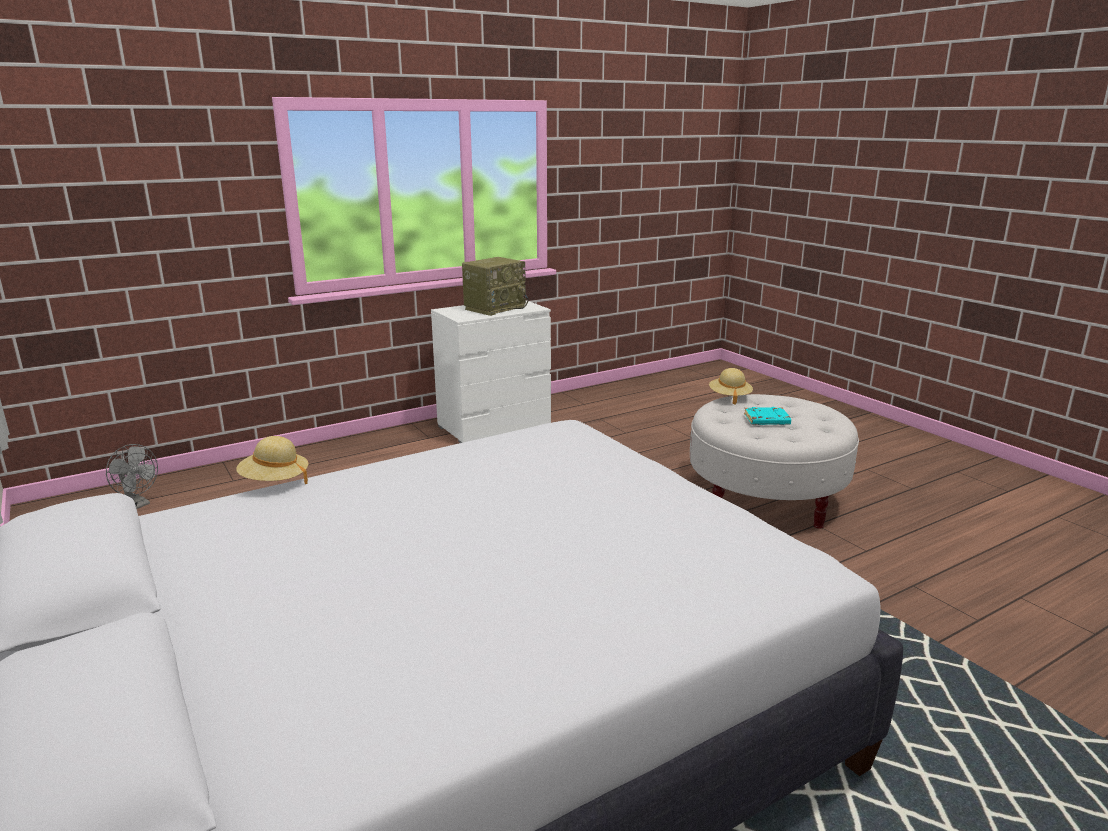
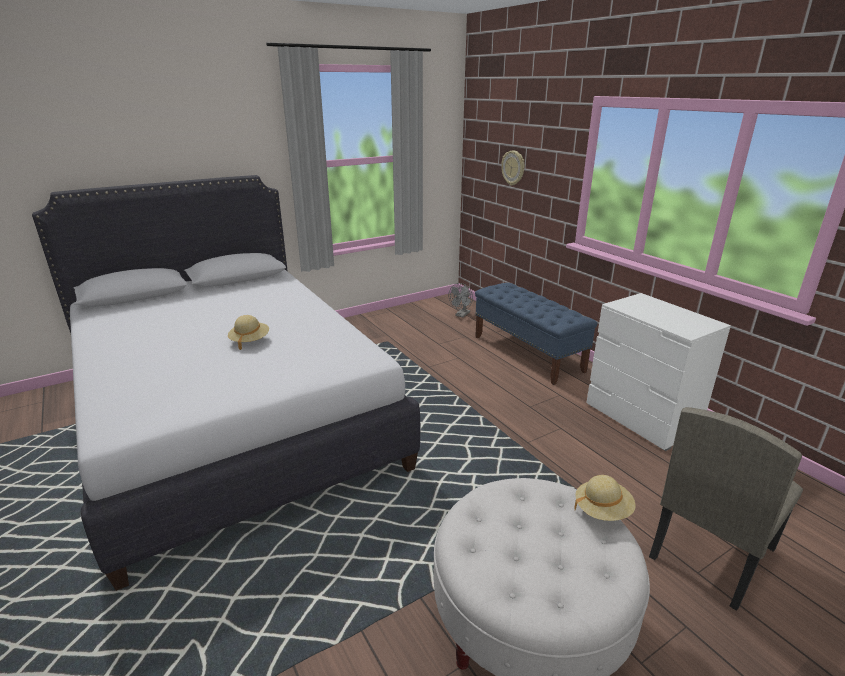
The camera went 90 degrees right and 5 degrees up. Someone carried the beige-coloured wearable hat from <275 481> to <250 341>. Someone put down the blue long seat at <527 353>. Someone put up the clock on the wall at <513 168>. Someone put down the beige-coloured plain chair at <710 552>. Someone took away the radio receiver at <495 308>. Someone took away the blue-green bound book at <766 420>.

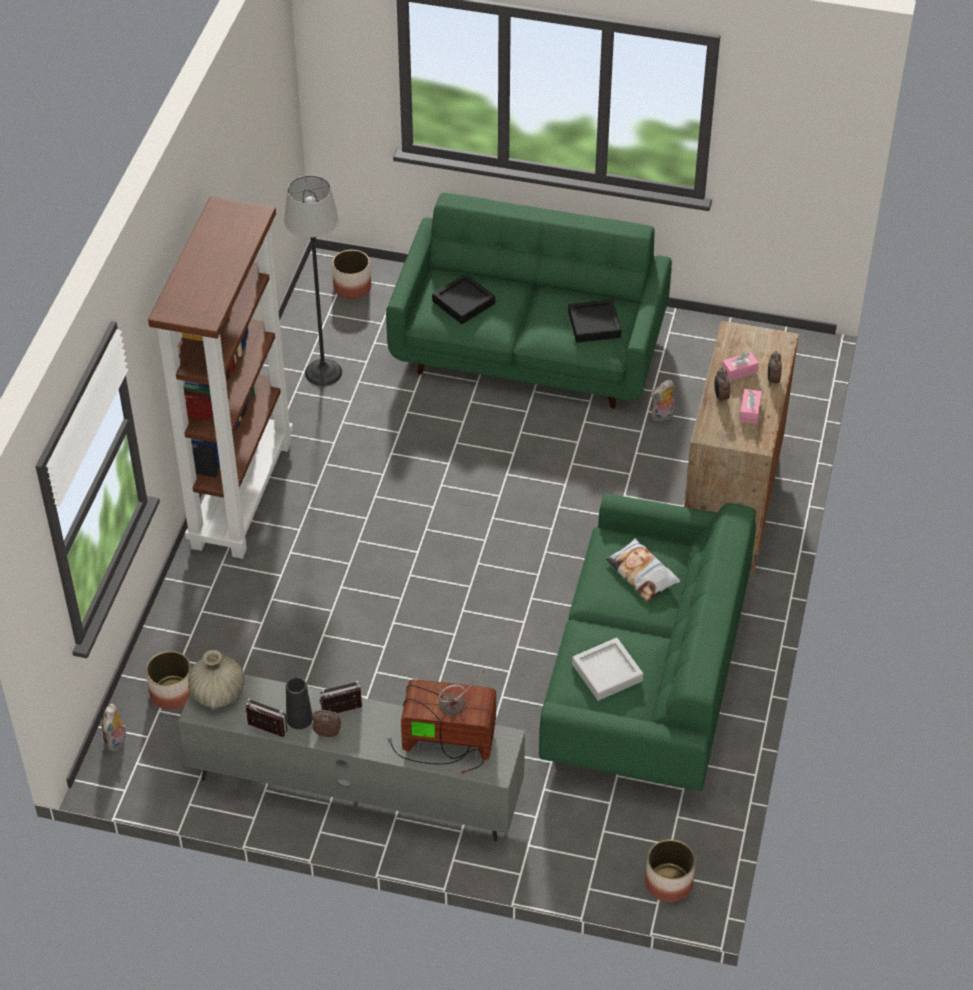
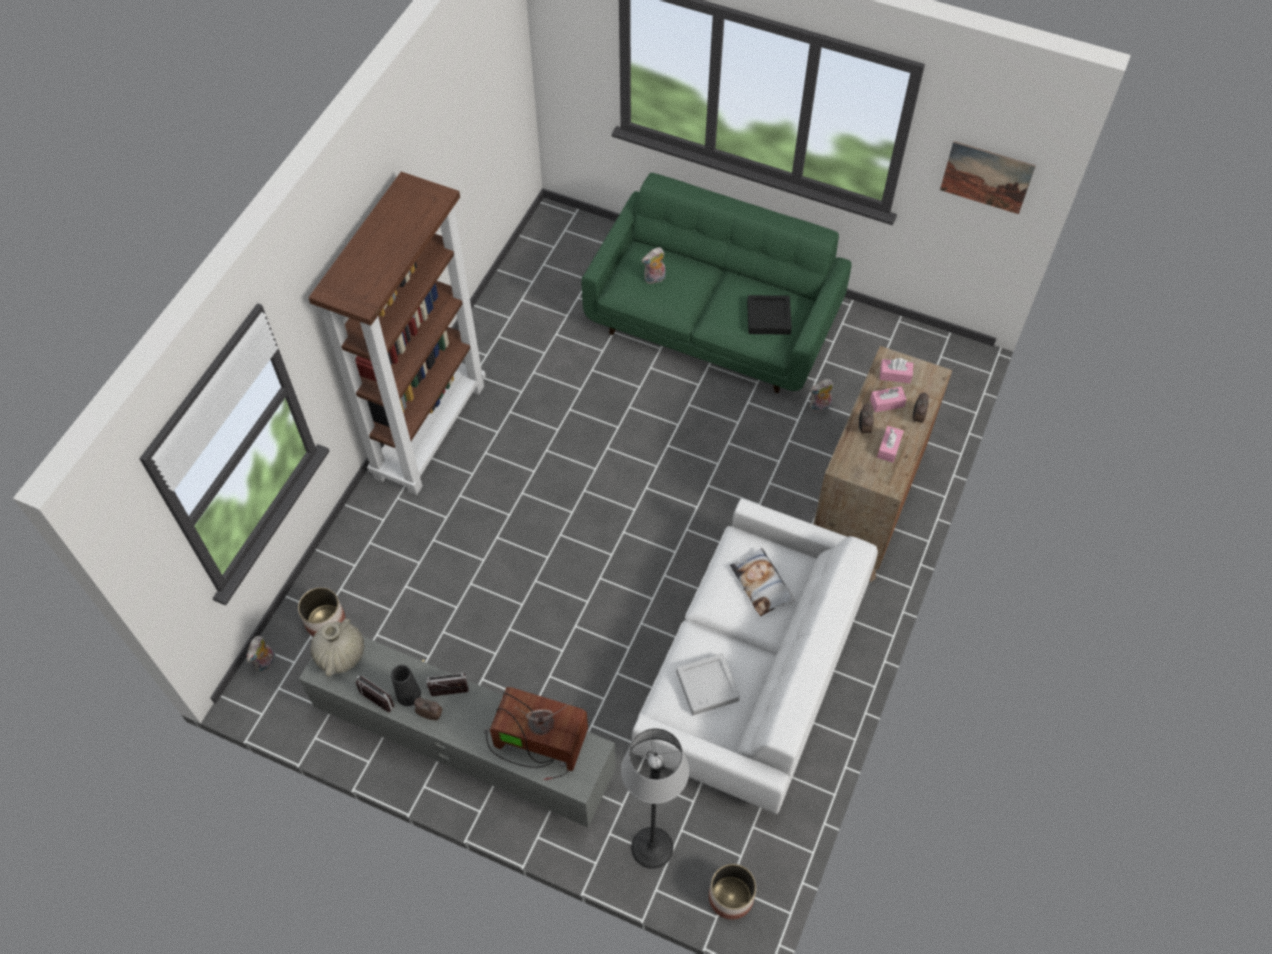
The camera went 10 degrees right and 10 degrees up. Someone carried the floor lamp from <323 372> to <652 847>. Someone repainted the green sofa at <645 679>, which became the white sofa at <751 676>. Someone swapped the black-coloured tray at <463 302> for the soft toy at <654 279>. Someone put down the pinkish tissue box at <895 375>. Someone put up the picture at <986 177>. Someone took away the plant pot at <352 287>.

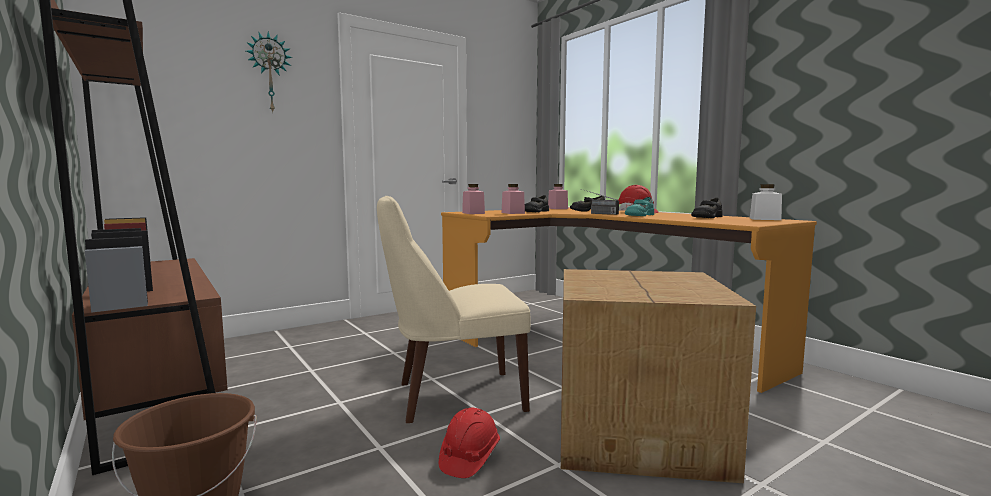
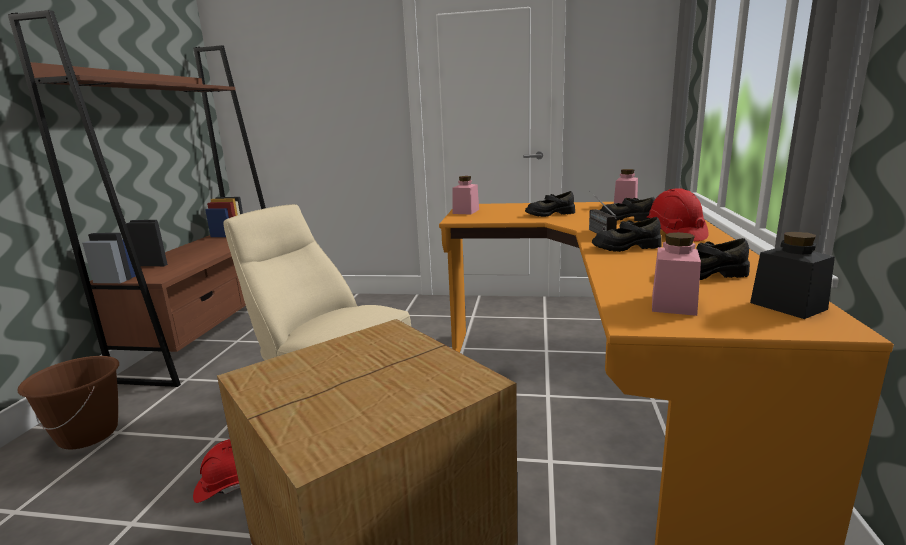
The camera went 45 degrees right and 10 degrees up. Someone repainted the blue-green shoe at <639 215>, which became the black-coloured shoe at <625 247>. Someone carried the pinkish preserve jar from <513 213> to <673 304>. Someone repainted the white preserve jar at <765 219>, which became the black-coloured preserve jar at <788 306>. Someone took away the clock on the wall at <269 73>.

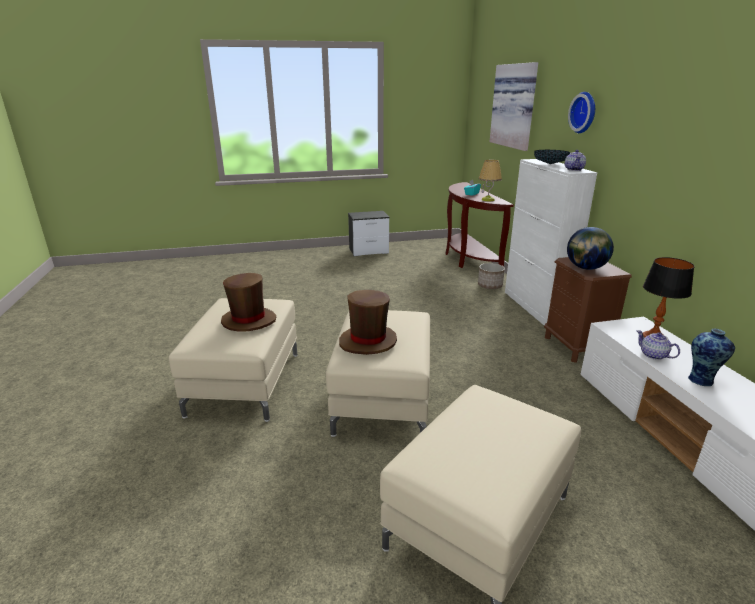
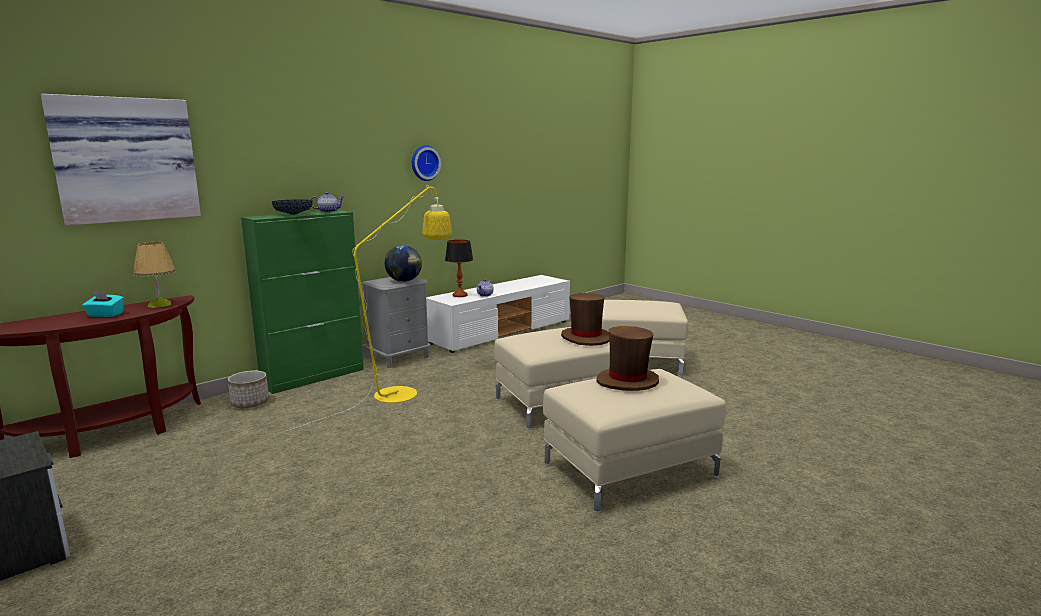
The camera went 120 degrees left and 10 degrees down. Someone repainted the white storage cabinet at <535 307>, which became the green storage cabinet at <314 377>. Someone put down the yellow floor lamp at <405 391>. Someone repainted the brown night table at <575 347>, which became the greyish night table at <400 358>. Someone carried the clock on the wall from <584 112> to <424 163>. Someone took away the vase at <702 380>.

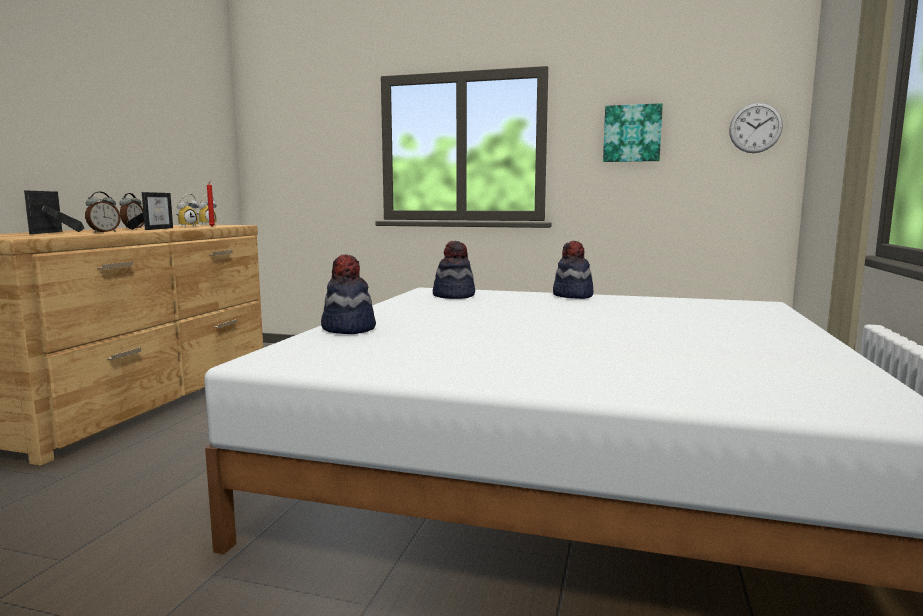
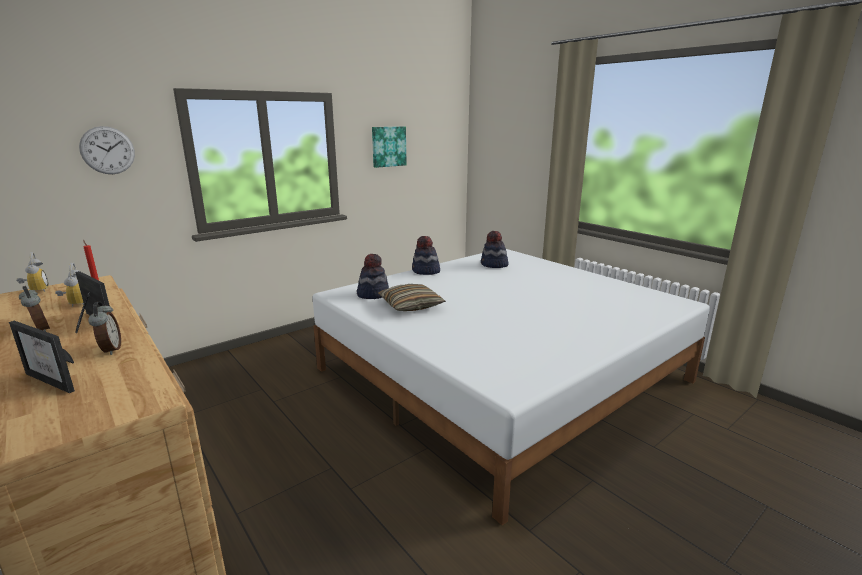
The camera went 55 degrees left and 10 degrees up. Someone carried the clock on the wall from <755 128> to <107 150>. Someone put down the pillow at <411 305>. Someone carried the wearable hat from <348 329> to <494 265>.

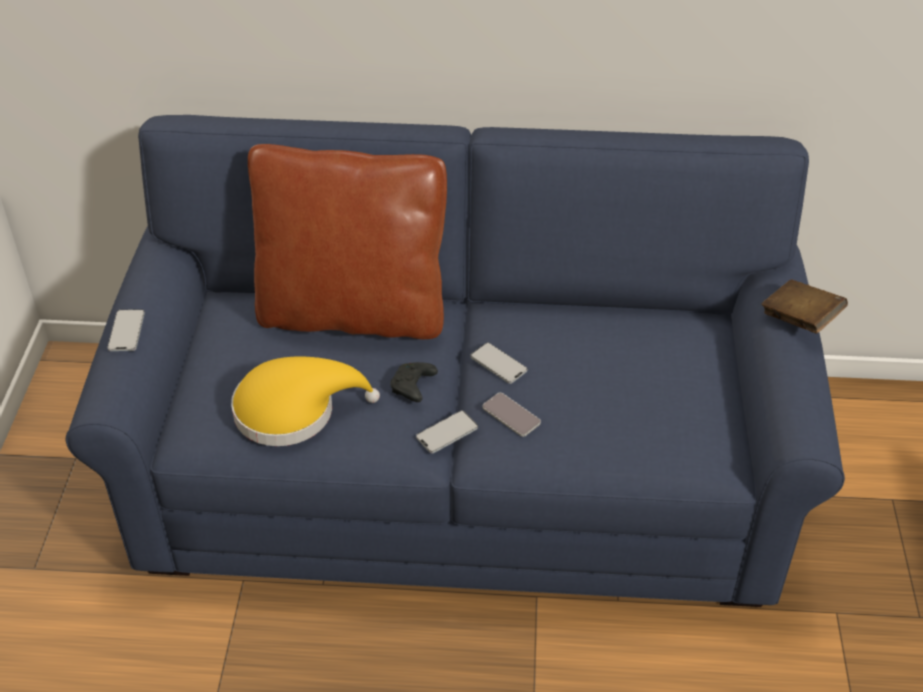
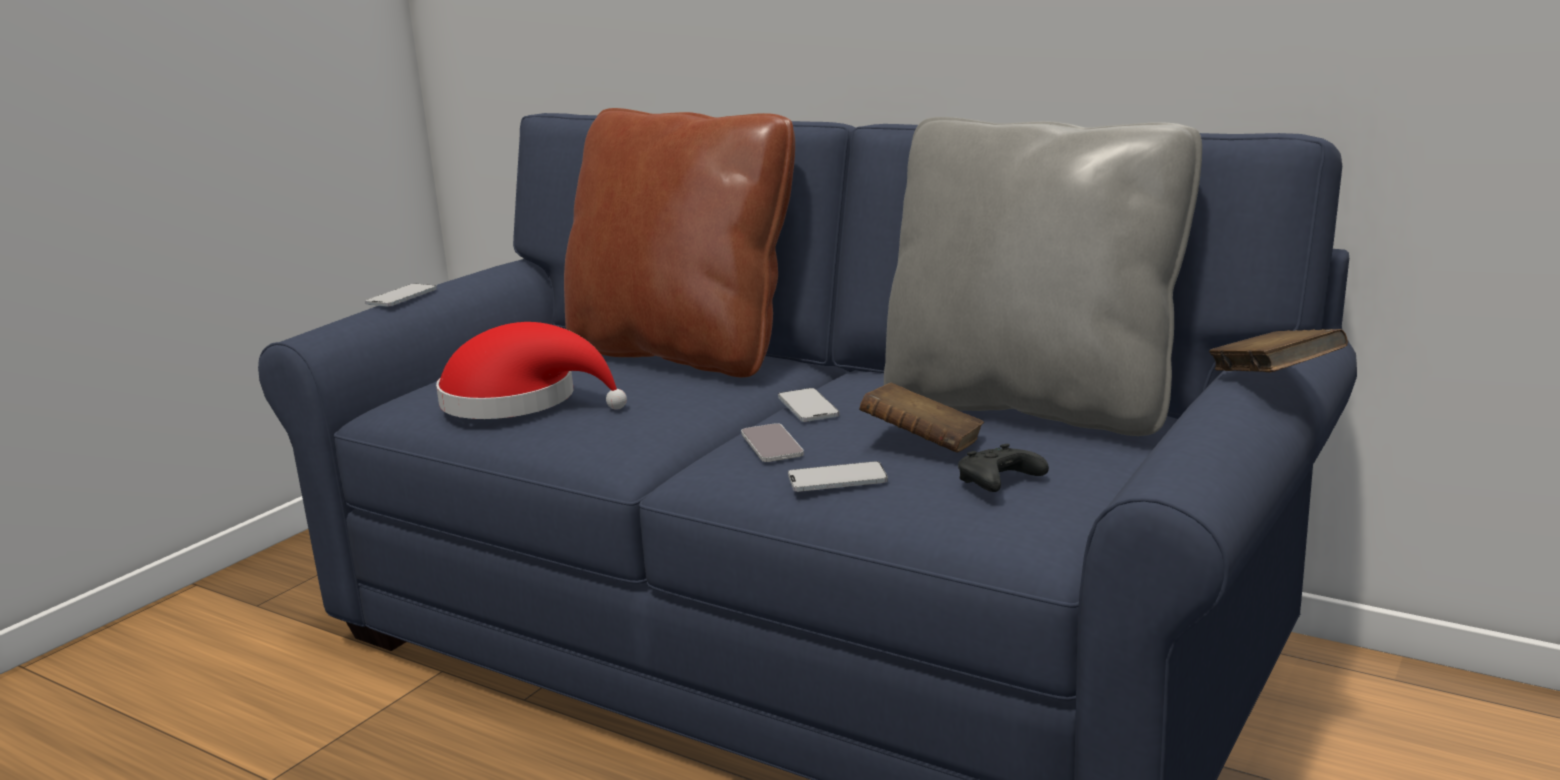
The camera went 30 degrees right and 25 degrees down. Someone repainted the yellow wearable hat at <293 410>, which became the reddish wearable hat at <520 402>. Someone carried the telephone from <447 433> to <837 479>. Someone put down the brown bound book at <922 445>. Someone put down the greyish pillow at <1031 404>. Someone carried the black-coloured joypad from <413 388> to <998 484>.

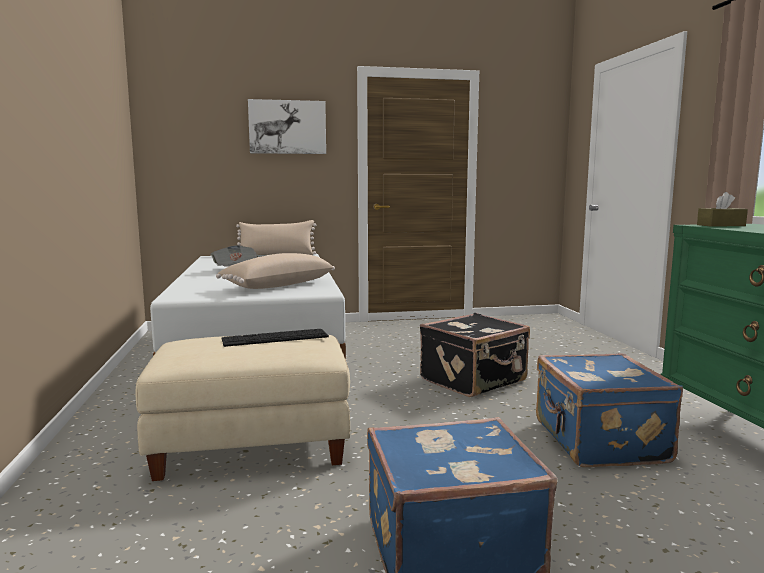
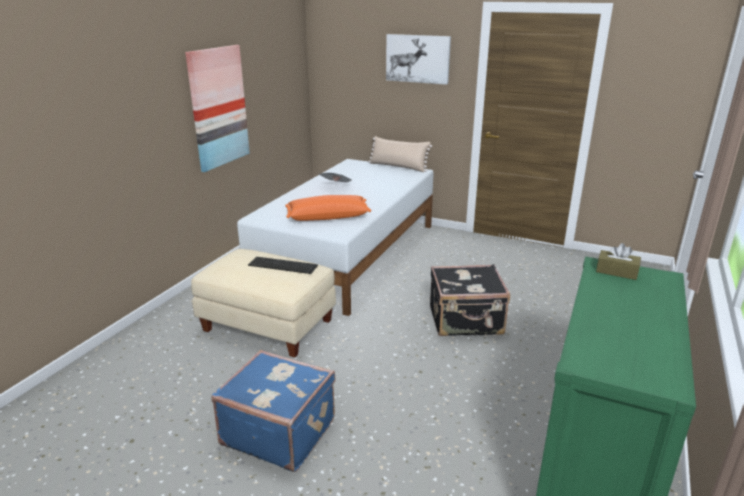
The camera went 35 degrees right and 15 degrees up. Someone put up the picture at <218 107>. Someone repainted the beige-coloured pillow at <277 285>, which became the orange pillow at <328 217>. Someone took away the blue travel case at <597 442>.

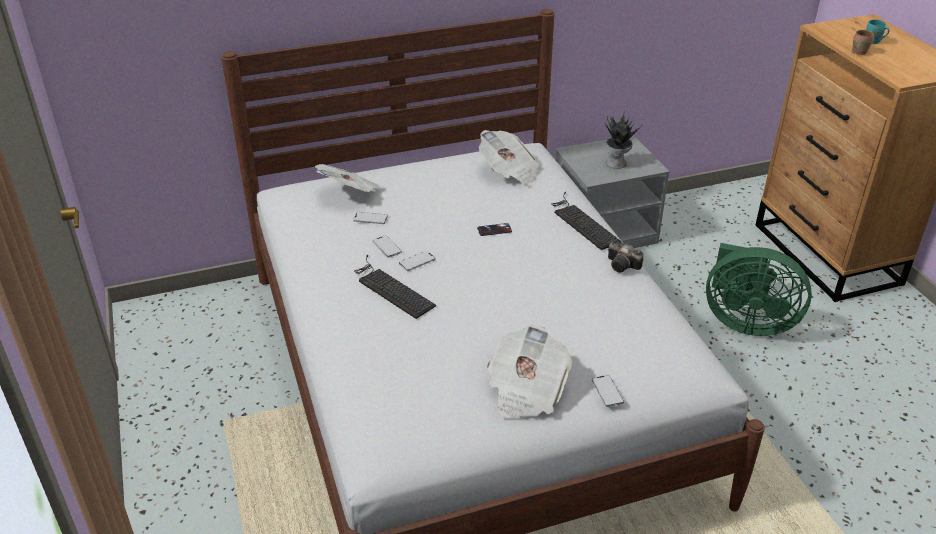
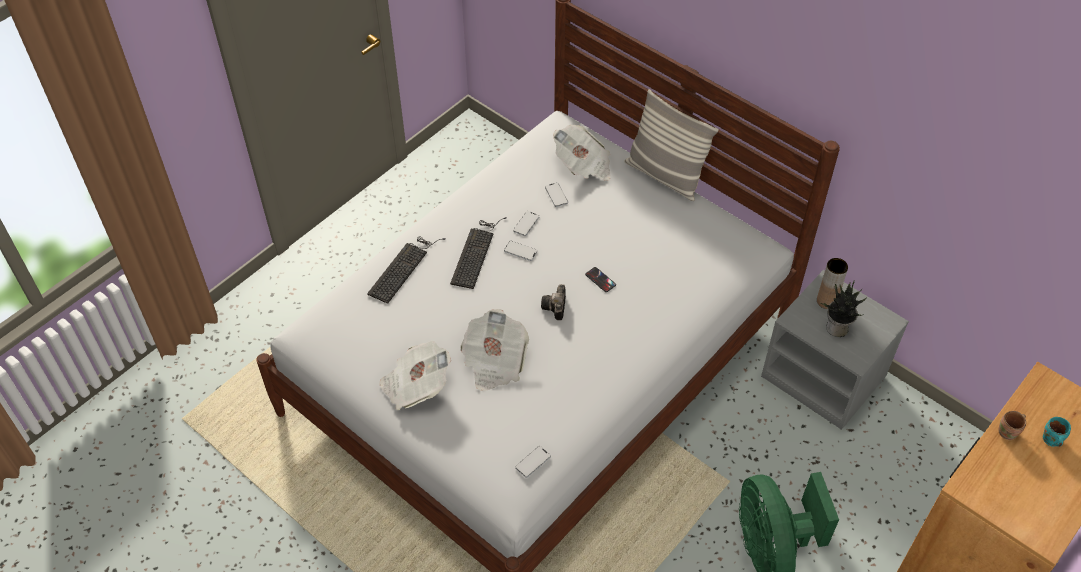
The camera went 60 degrees right and 15 degrees up. Someone carried the PC keyboard from <582 222> to <404 267>. Someone carried the printed paper from <509 172> to <494 362>. Someone carried the telephone from <607 391> to <533 462>. Someone carried the photo camera from <623 266> to <555 308>. Someone put down the pillow at <664 176>. Someone put down the brown vase at <826 301>.

